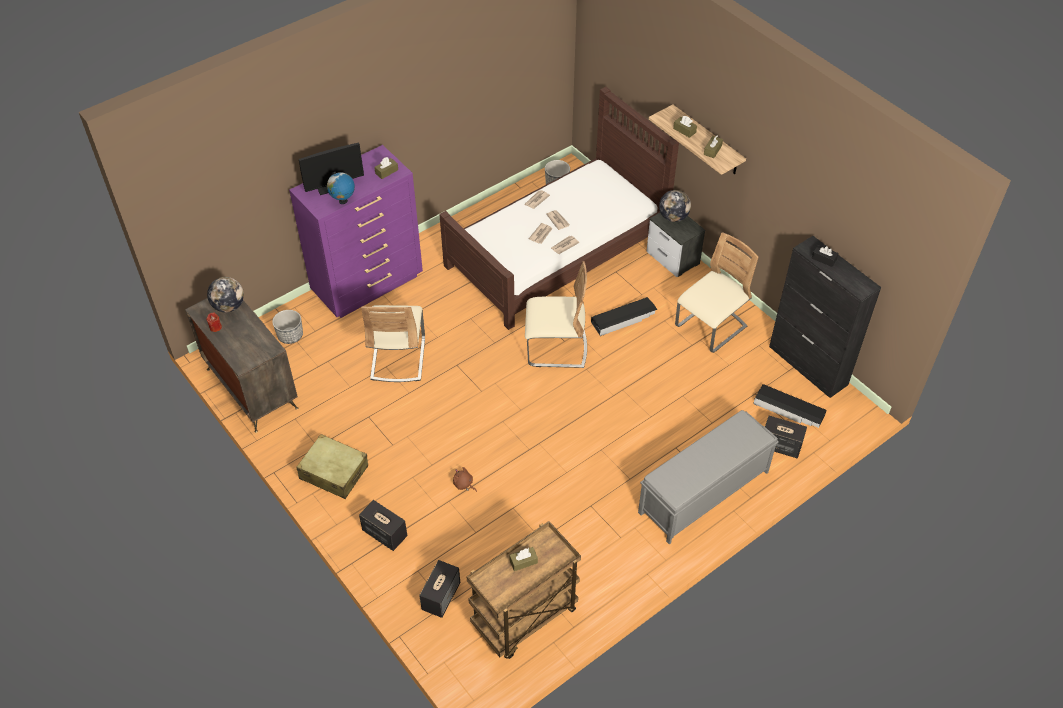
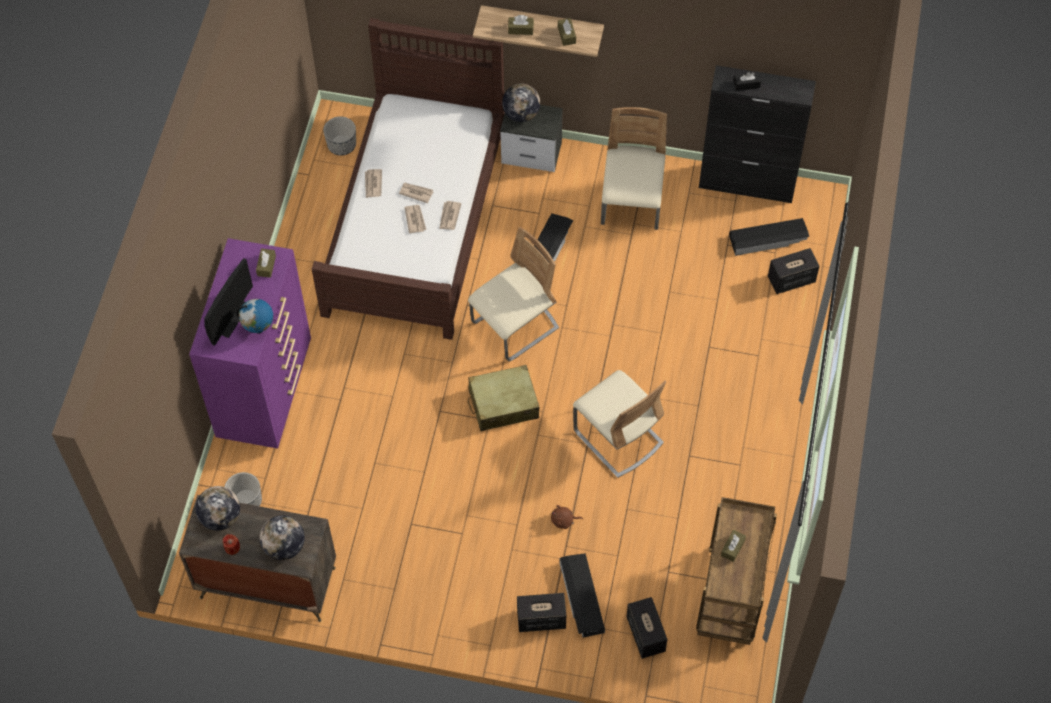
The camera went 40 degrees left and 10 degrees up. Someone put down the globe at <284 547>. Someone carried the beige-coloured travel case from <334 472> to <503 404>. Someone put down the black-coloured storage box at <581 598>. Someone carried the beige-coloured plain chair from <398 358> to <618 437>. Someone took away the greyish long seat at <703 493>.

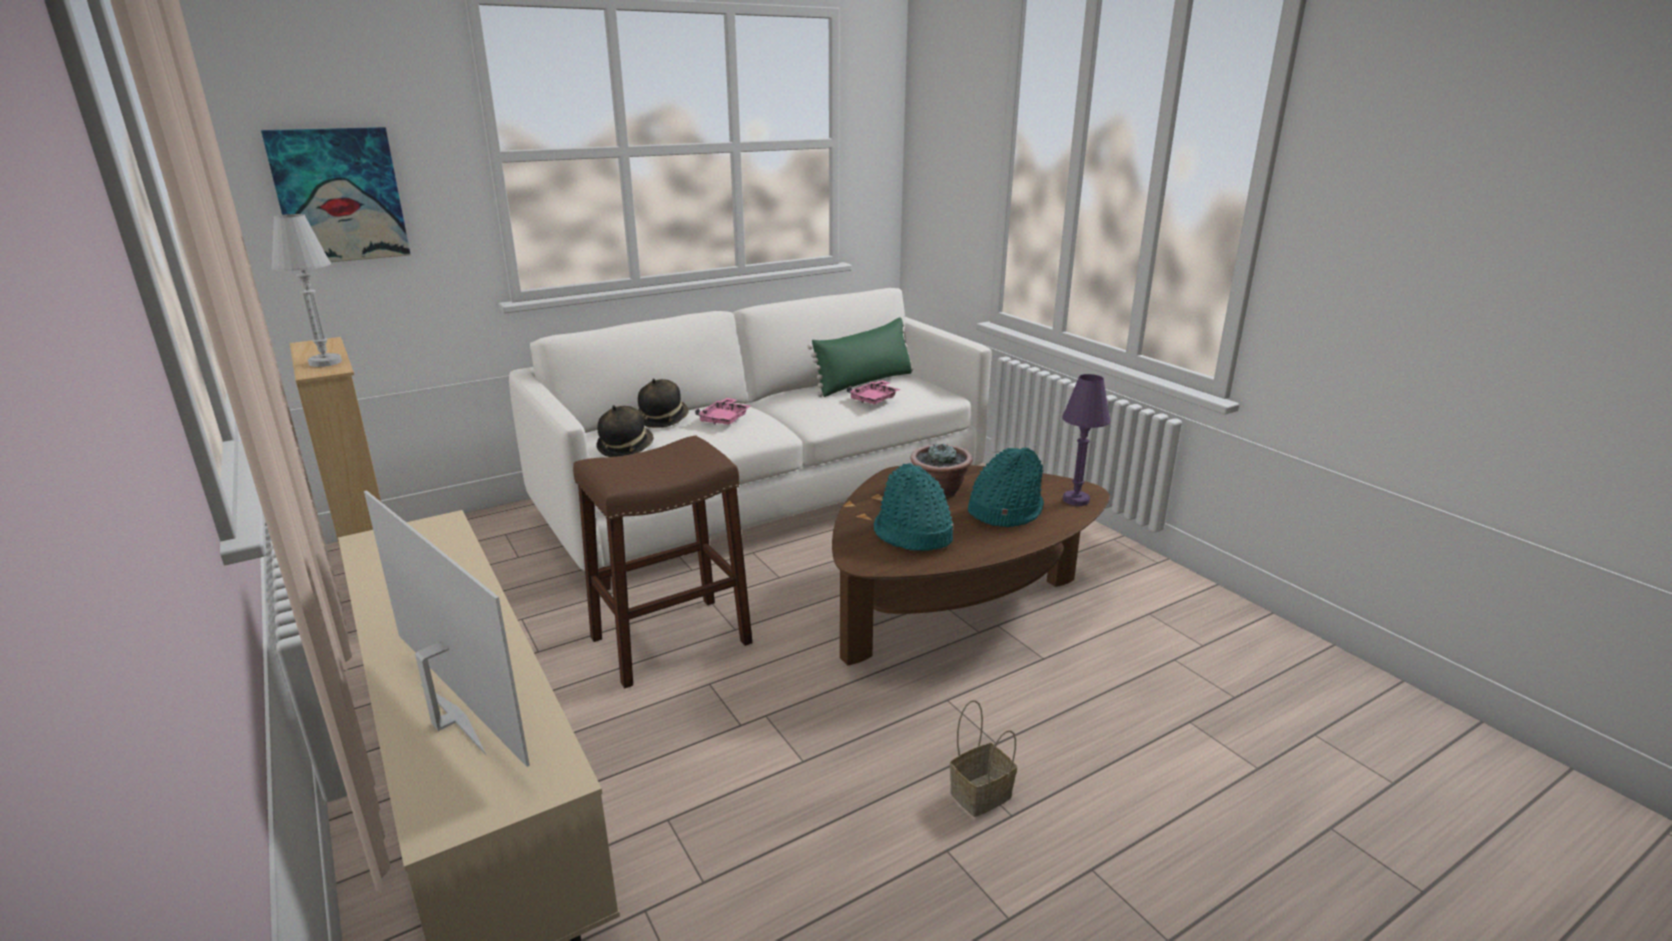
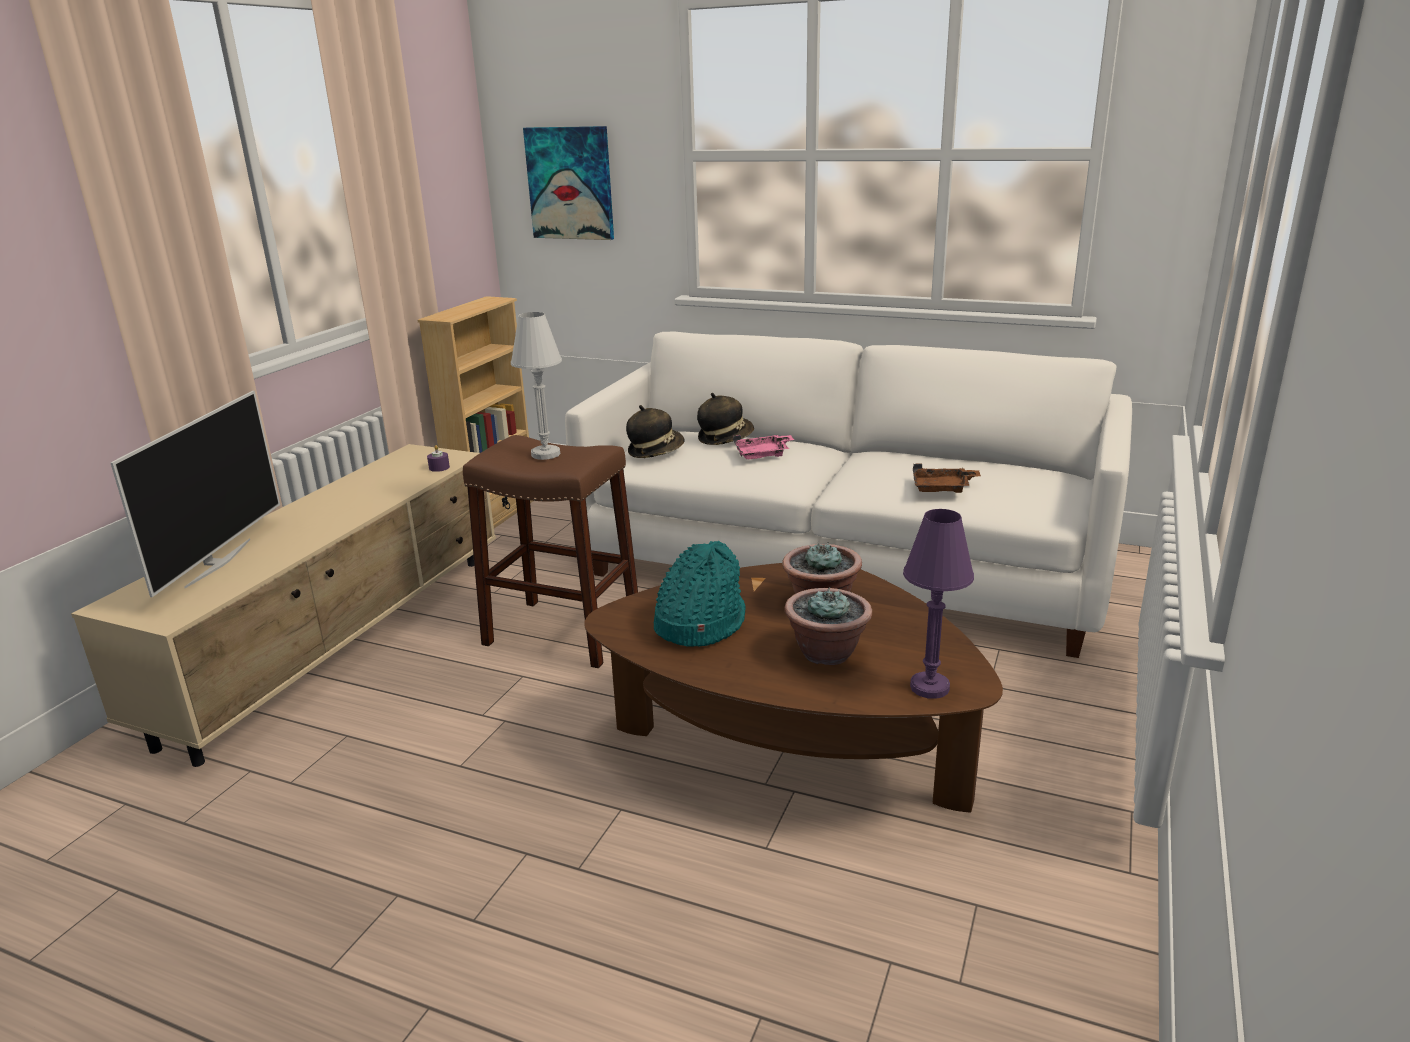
The camera went 55 degrees right and 0 degrees up. Someone put down the purple-coloured candle at <439 467>. Someone carried the white lamp for a table from <325 362> to <545 454>. Someone swapped the blue-green wearable hat at <1004 511> for the plant in a pot at <826 653>. Someone repainted the pinkish tray at <875 399>, which became the brown tray at <942 488>. Someone took away the green pillow at <864 383>. Someone took away the household basket at <980 796>.

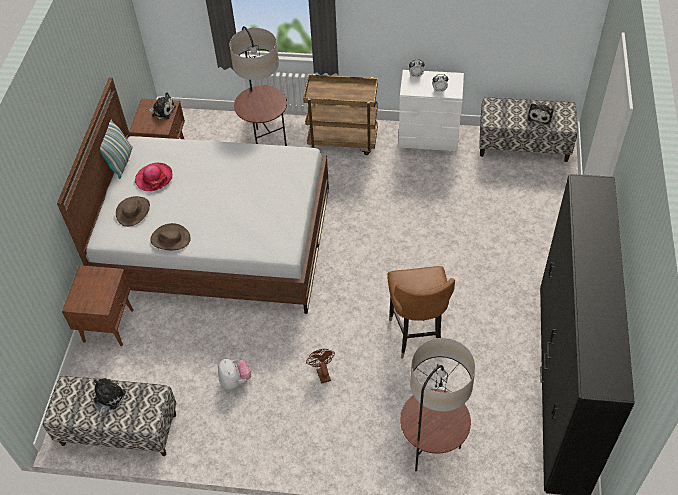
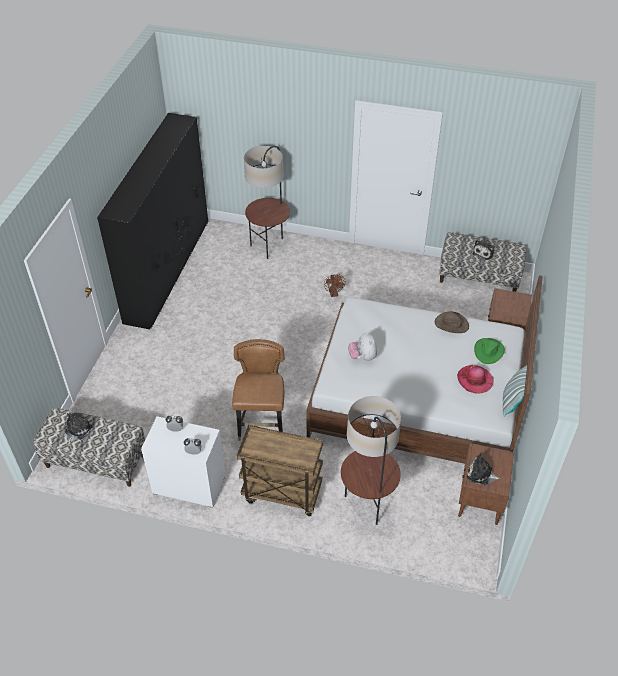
The camera went 175 degrees left and 5 degrees down. Someone carried the brown plain chair from <417 334> to <262 425>. Someone carried the soft toy from <235 380> to <362 357>. Someone repainted the brown wearable hat at <133 211>, which became the green wearable hat at <488 351>.

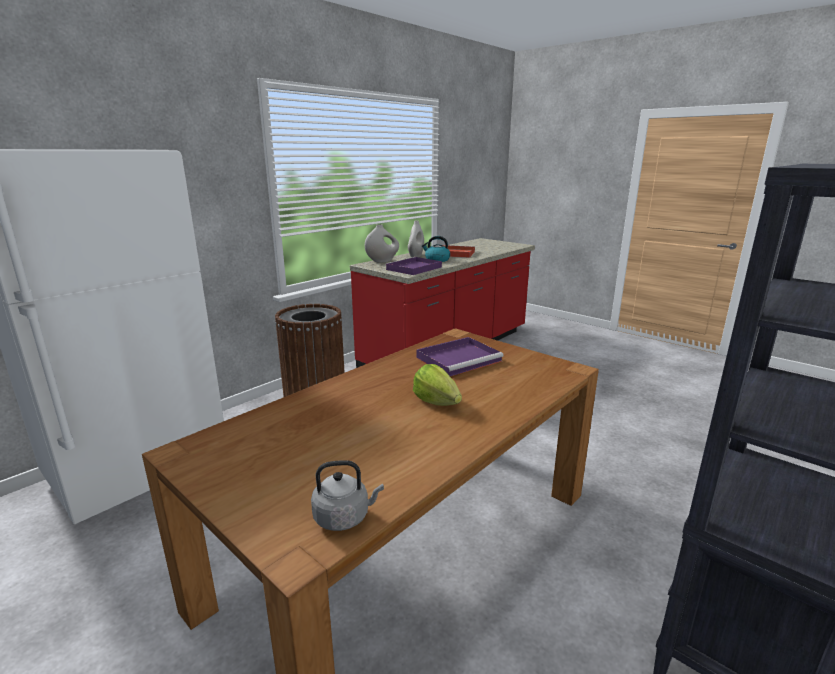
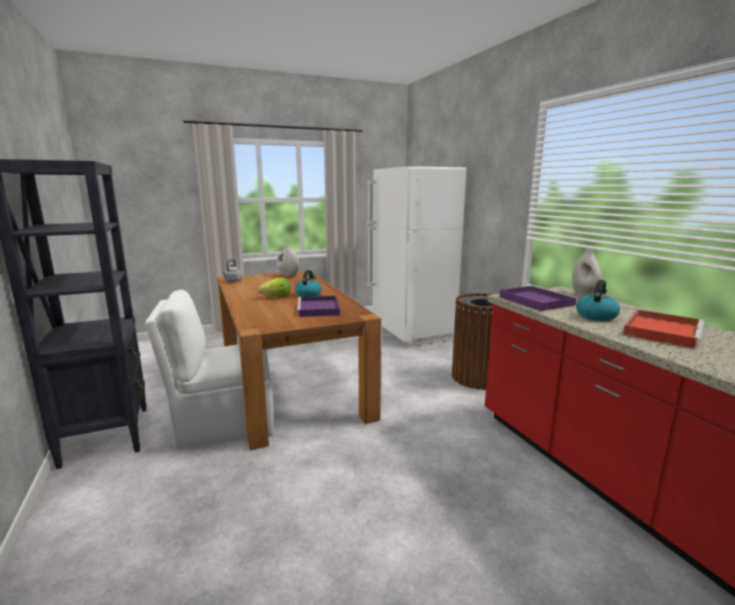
The camera went 115 degrees right and 5 degrees down. Someone put down the white plain chair at <223 424>. Someone carried the white vase from <416 256> to <288 275>. Someone put down the kettle at <308 294>.

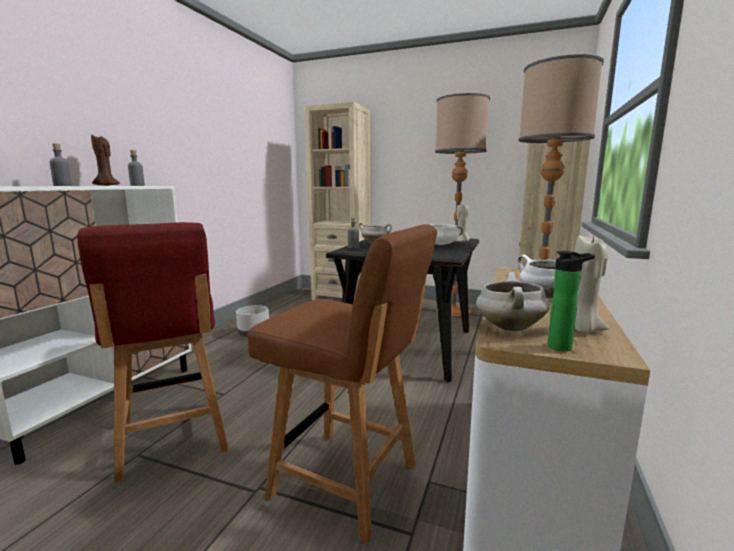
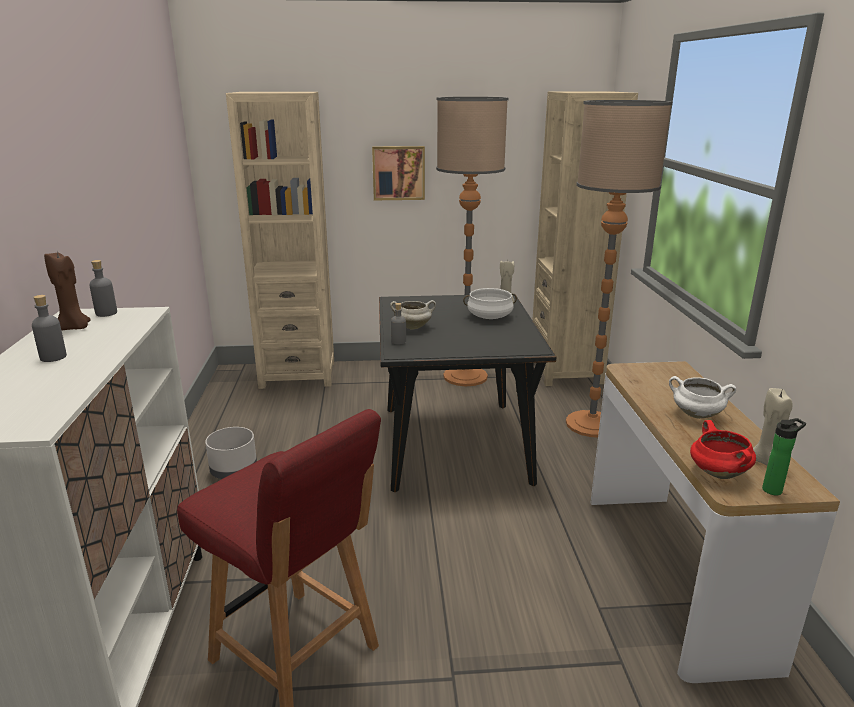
The camera went 25 degrees left and 10 degrees up. Someone put up the picture at <398 173>. Someone repainted the white cooking pot at <508 327>, which became the reddish cooking pot at <717 473>. Someone took away the brown plain chair at <347 481>.

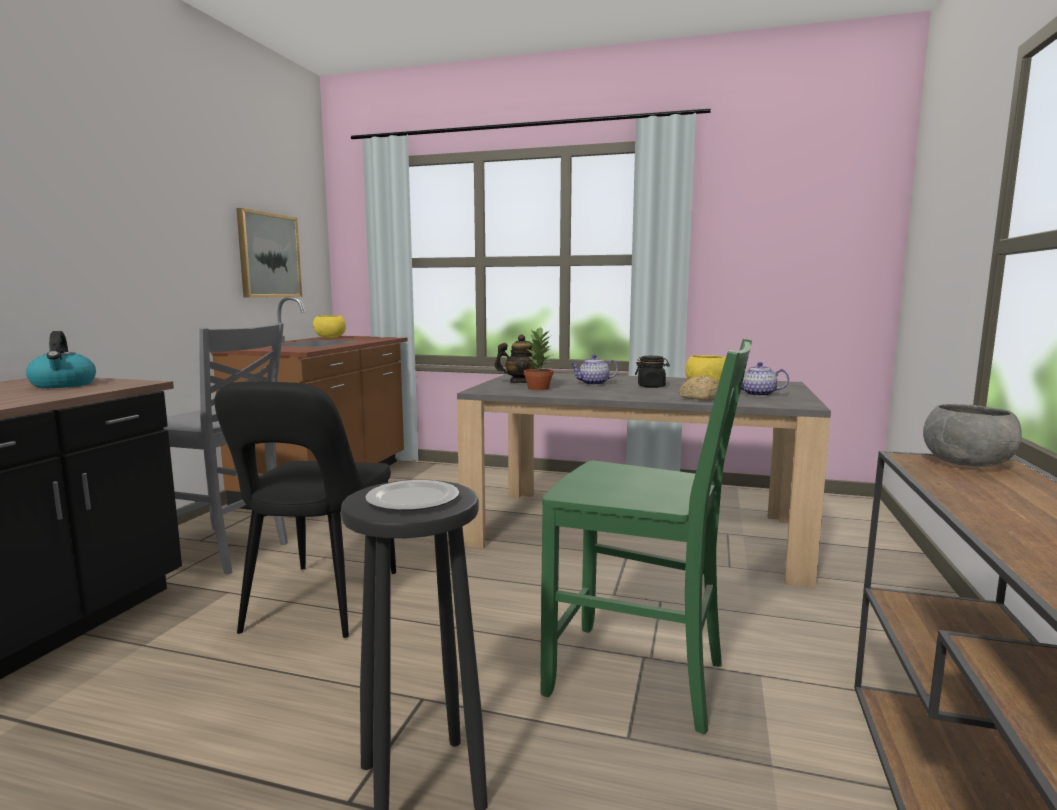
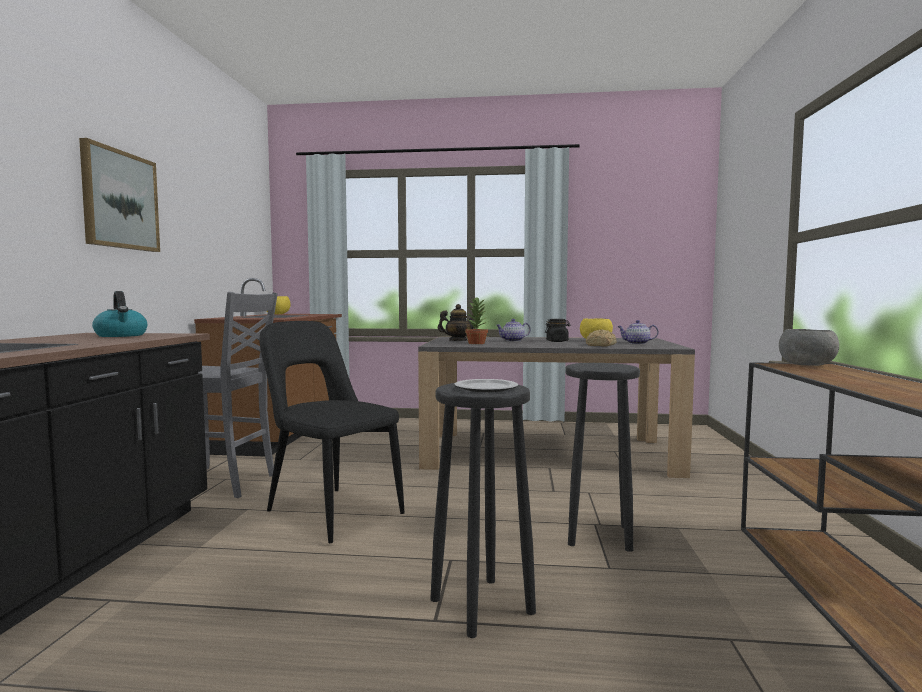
The camera went 10 degrees left and 5 degrees down. Someone carried the picture from <268 255> to <120 200>. Someone rotated the black-coloured plain chair at <319 605> by 135 degrees clockwise. Someone swapped the green plain chair at <639 678> for the black-coloured stool seat at <598 536>.

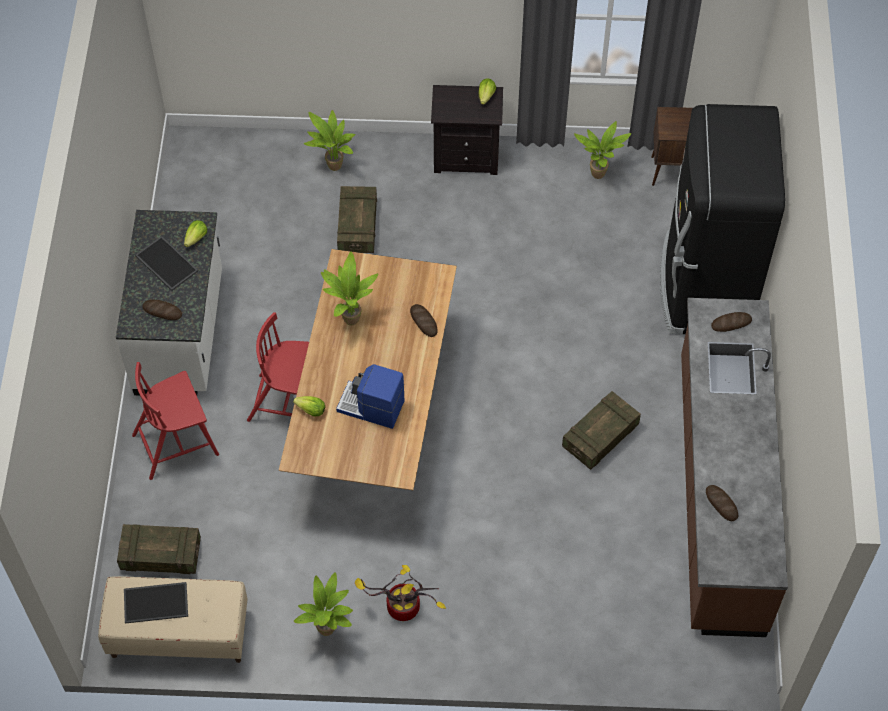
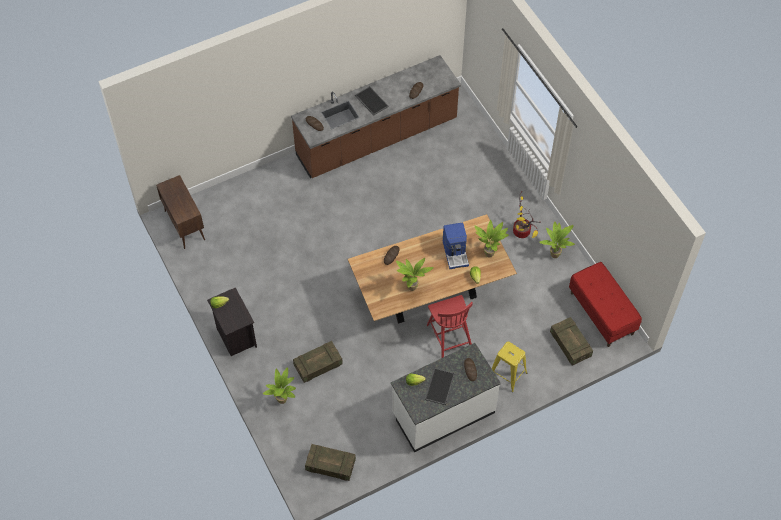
The camera went 120 degrees left and 0 degrees up. Someone carried the shipping crate from <600 436> to <330 465>. Someone carried the tray from <156 602> to <371 101>. Someone carried the plant in a pot from <598 176> to <490 253>. Someone swapped the reddish plain chair at <177 443> for the yellow stool seat at <507 374>. Someone repainted the beige-coloured long seat at <179 634>, which became the reddish long seat at <602 313>. Someone took away the black-coloured refrigerator at <704 286>.

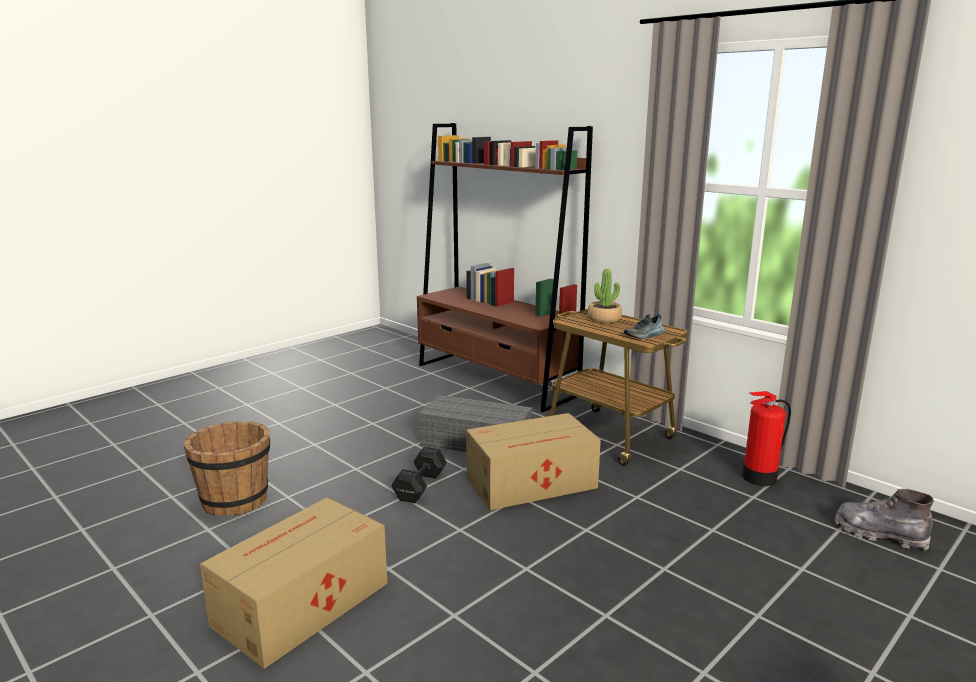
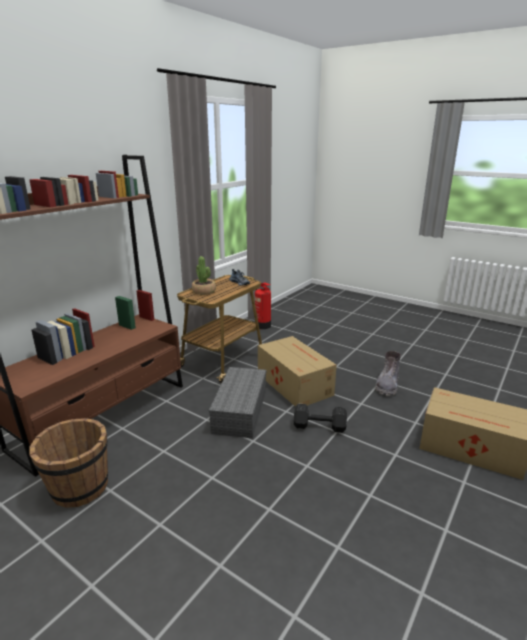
The camera went 100 degrees left and 5 degrees up. Someone carried the brown bucket from <235 500> to <79 488>. Someone carried the greyish boot from <879 534> to <387 385>.

